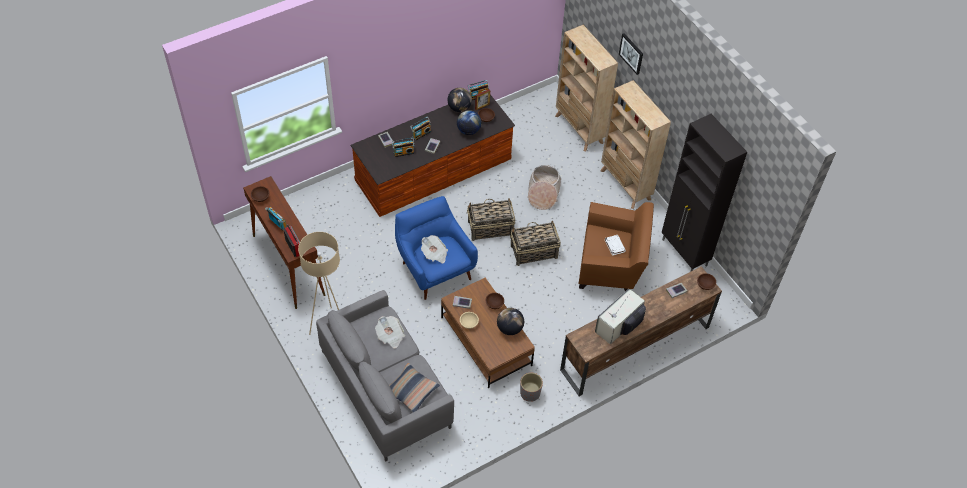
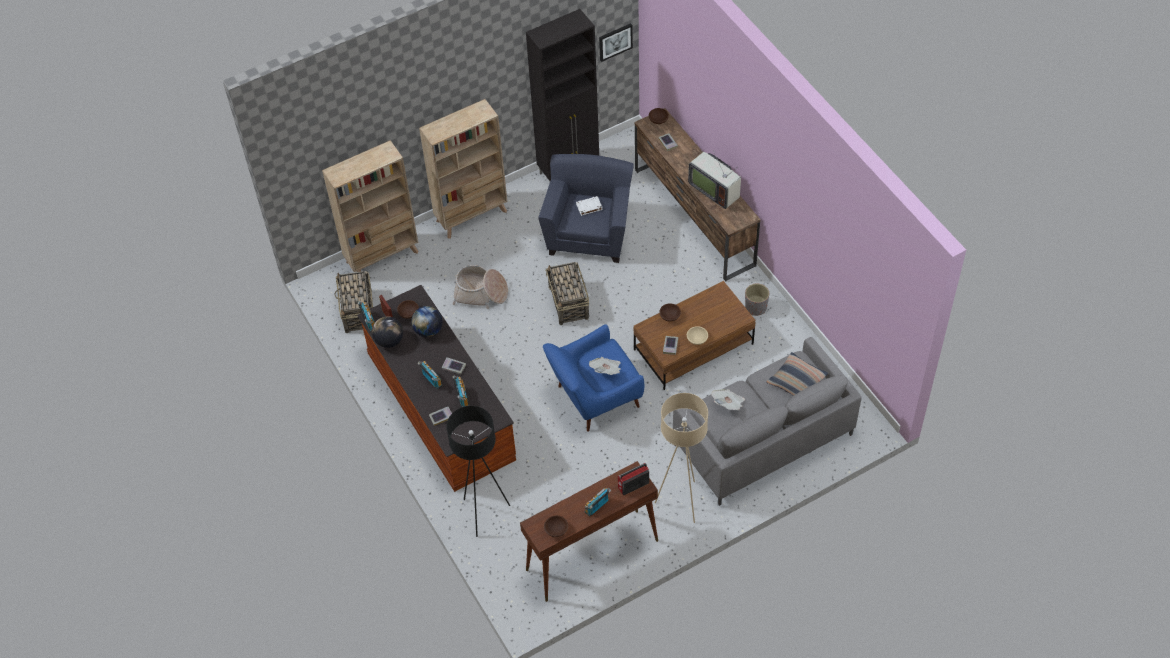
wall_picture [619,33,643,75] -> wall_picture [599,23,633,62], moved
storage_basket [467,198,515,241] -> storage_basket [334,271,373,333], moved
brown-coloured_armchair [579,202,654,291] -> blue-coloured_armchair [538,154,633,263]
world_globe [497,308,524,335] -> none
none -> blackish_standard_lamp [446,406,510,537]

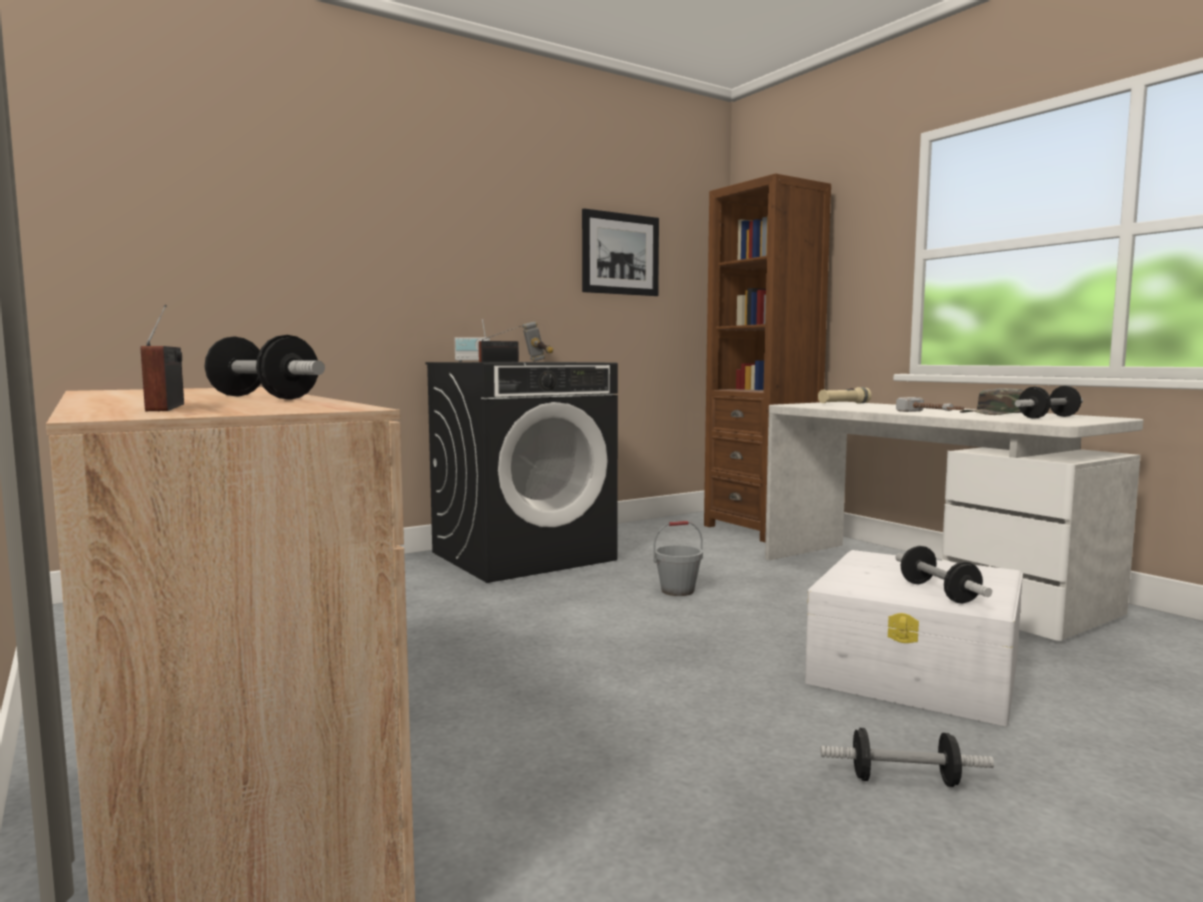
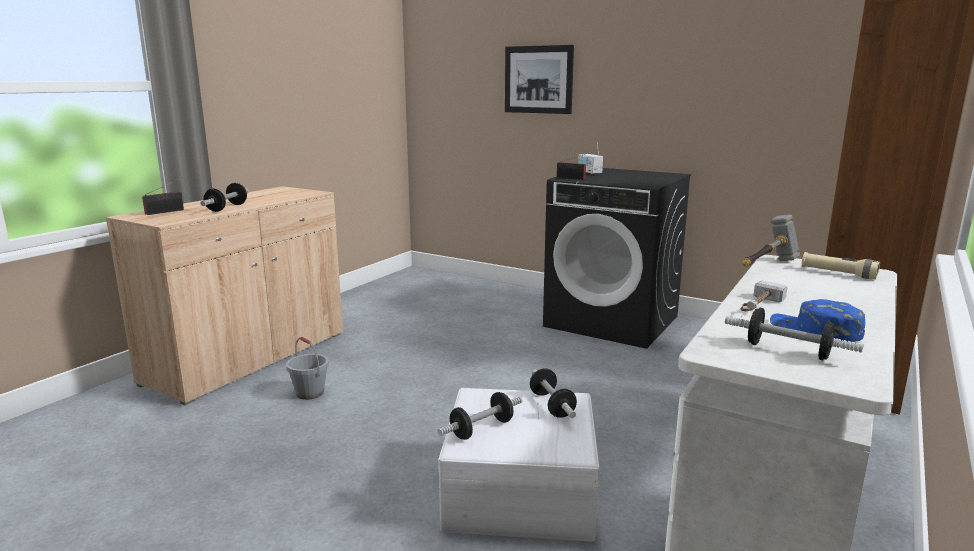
wall_picture [582,208,659,296] -> wall_picture [505,45,574,114], moved
hammer [522,321,553,362] -> hammer [742,215,800,266], moved
green-coloured_peaked_cap [960,388,1023,415] -> blue-coloured_peaked_cap [770,299,865,342]
grey_water_bucket [653,521,703,596] -> grey_water_bucket [286,337,329,400], moved
hand_weight [820,728,994,787] -> hand_weight [530,369,577,418], moved

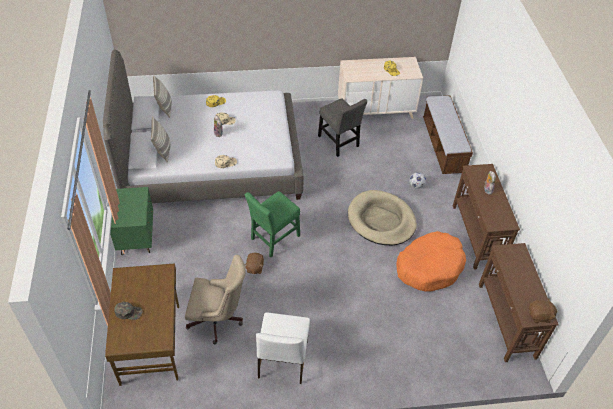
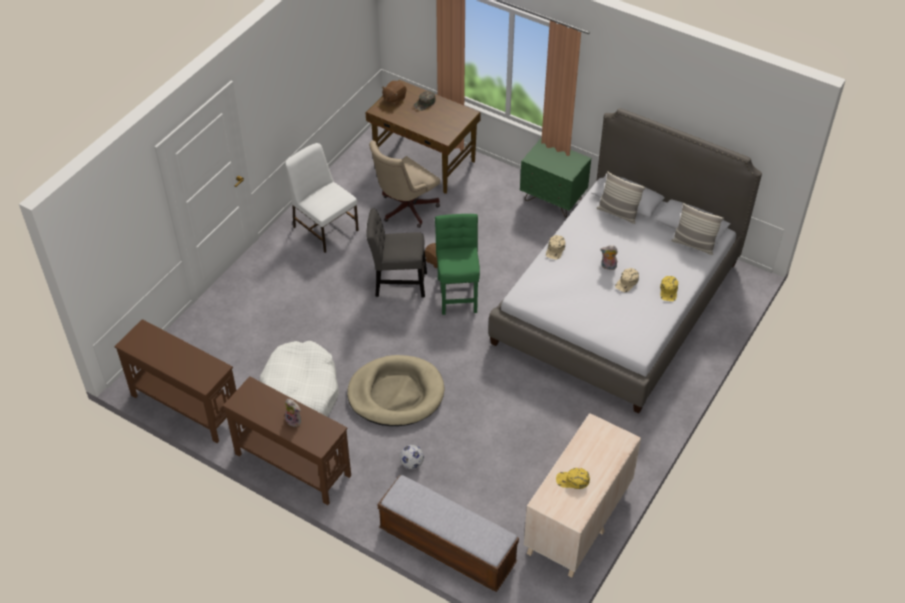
grey_upright_chair [318,98,367,157] -> grey_upright_chair [366,208,427,297], moved
orangey_dog_bed [396,231,466,291] -> whitish_dog_bed [260,341,339,417]
brown-coloured_soft_toy [529,299,558,323] -> brown-coloured_soft_toy [382,81,407,105], moved

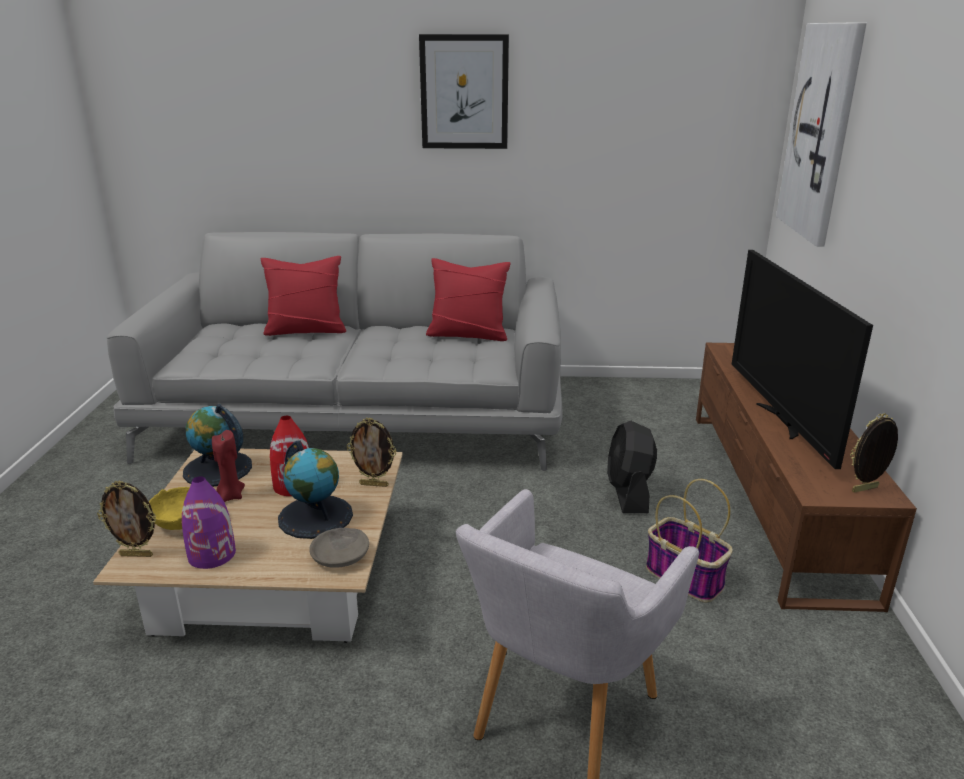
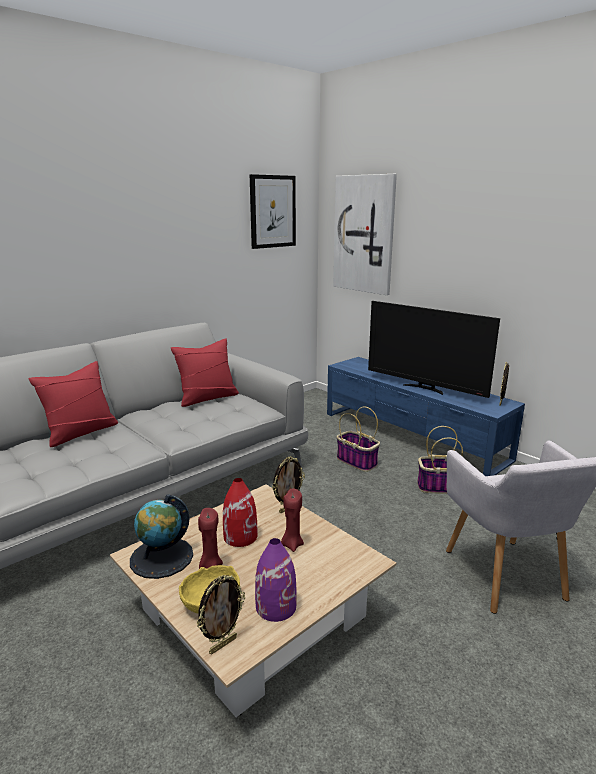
wall_picture [419,34,509,149] -> wall_picture [250,174,296,249], moved
brown-coloured_media_console [696,343,917,612] -> blue-coloured_media_console [327,357,525,476]
blackish_fan [607,421,657,513] -> storage_basket [337,406,380,472]
world_globe [278,440,353,539] -> red-coloured_candle [281,489,304,552]
grey_deep_dish [309,528,369,568] -> none

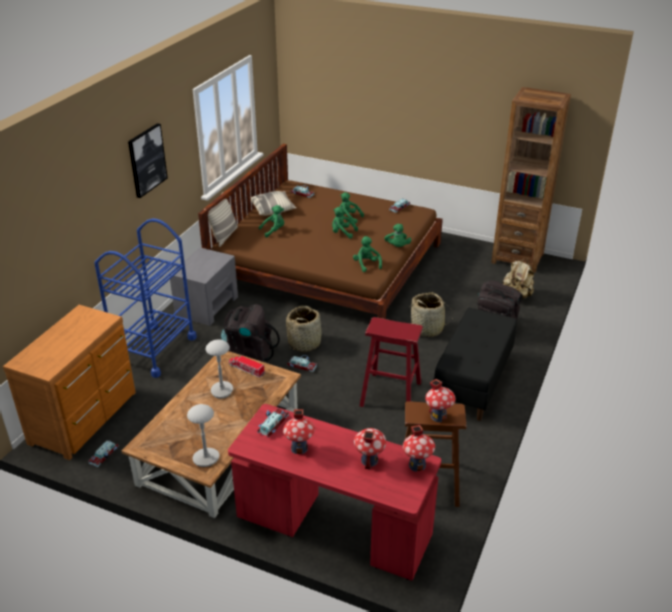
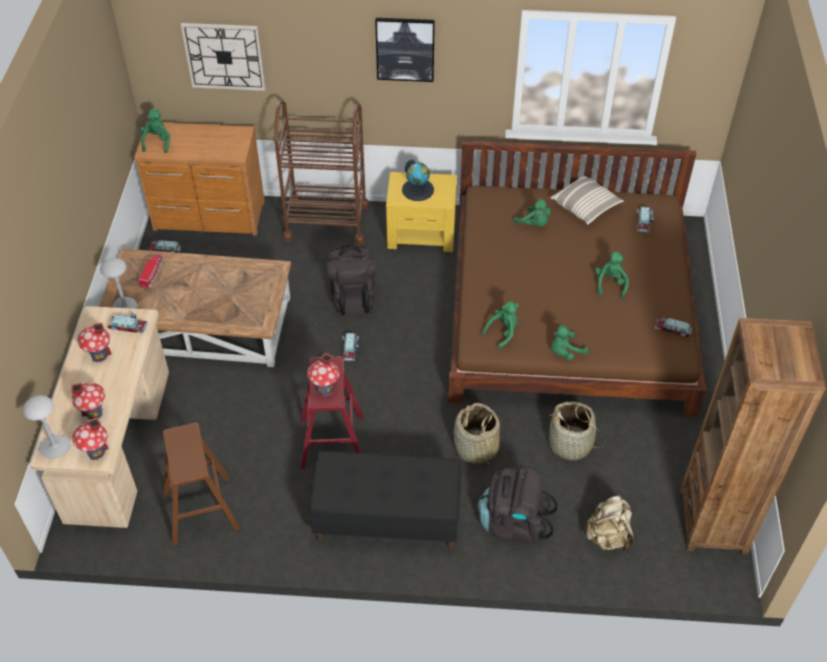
cushion [204,199,238,247] -> none
green-coloured_soft_toy [332,207,358,238] -> green-coloured_soft_toy [140,109,170,153], moved
blue-coloured_wheeled_cart [94,219,197,378] -> brown-coloured_wheeled_cart [274,100,369,245]
grey_bedside_table [170,247,238,326] -> yellowish_bedside_table [386,172,457,252]
storage_basket [286,306,322,352] -> storage_basket [545,402,605,460], moved
grey_table_lamp [205,339,233,399] -> grey_table_lamp [22,395,71,459], moved
model_truck [229,355,265,377] -> model_truck [138,255,163,289], moved
toy_house [425,379,456,422] -> toy_house [307,353,340,396], moved
red-coloured_desk_table [228,404,441,581] -> sand-coloured_desk_table [30,306,169,528]
none -> hanging_clock [181,23,266,91]
none -> world_globe [402,160,434,201]

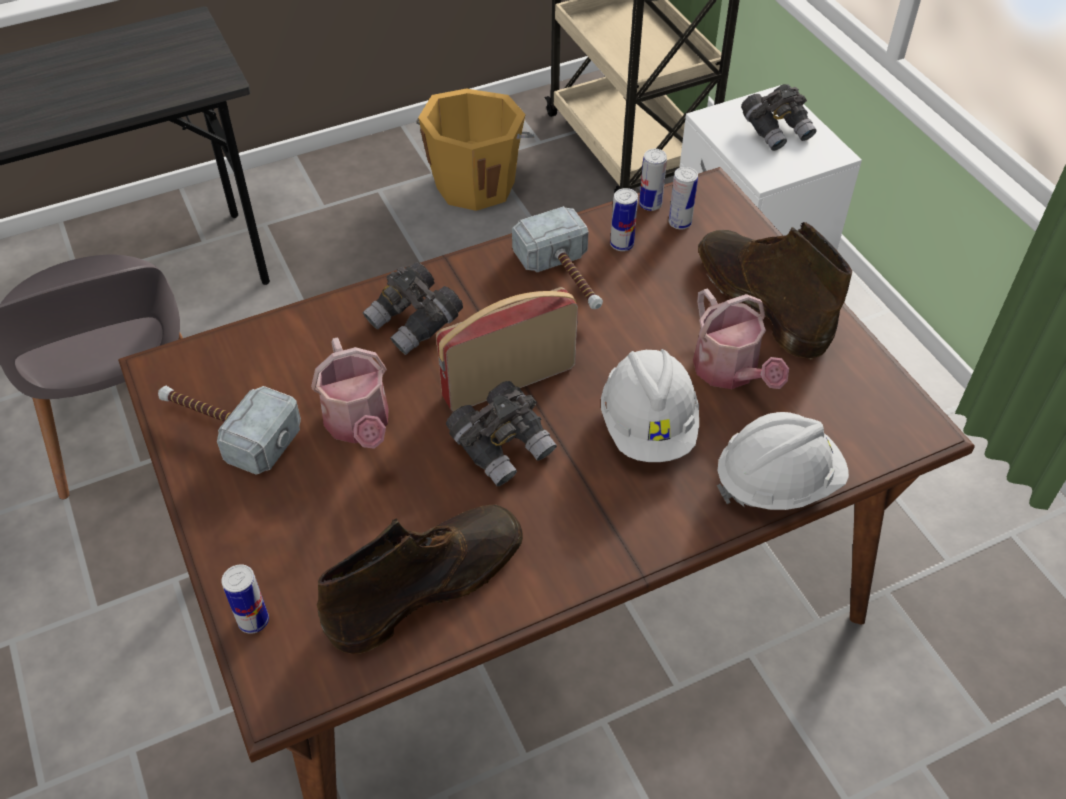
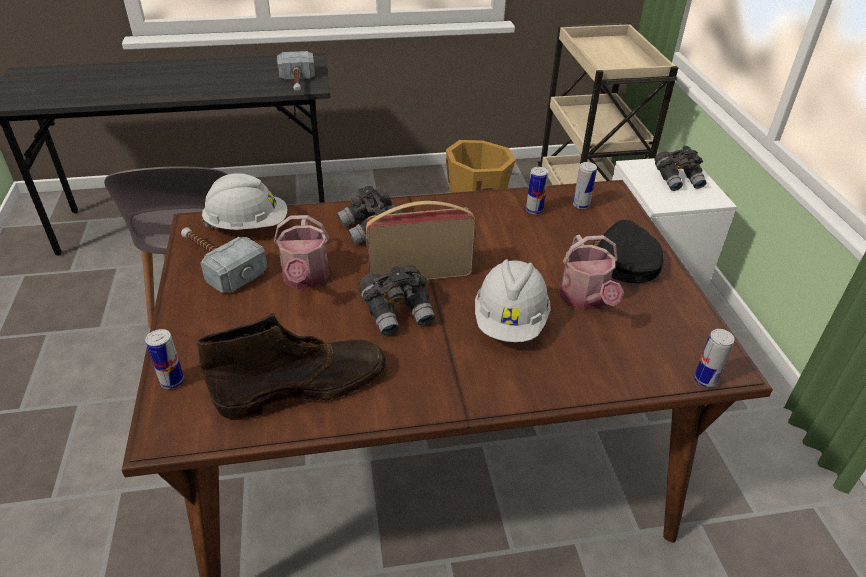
sealed_can [639,149,667,211] -> sealed_can [694,329,734,387], moved
hammer [512,206,603,309] -> hammer [277,51,315,91], moved
brown-coloured_tall_boot [698,222,852,360] -> blackish_peaked_cap [593,220,664,283]
whitish_hard_hat [717,412,849,510] -> whitish_hard_hat [202,173,287,230], moved

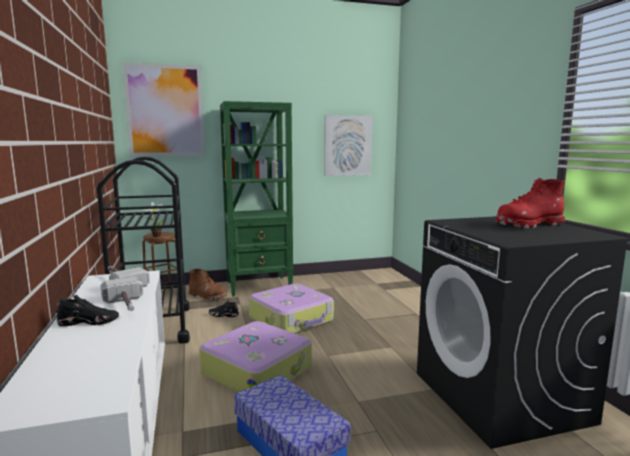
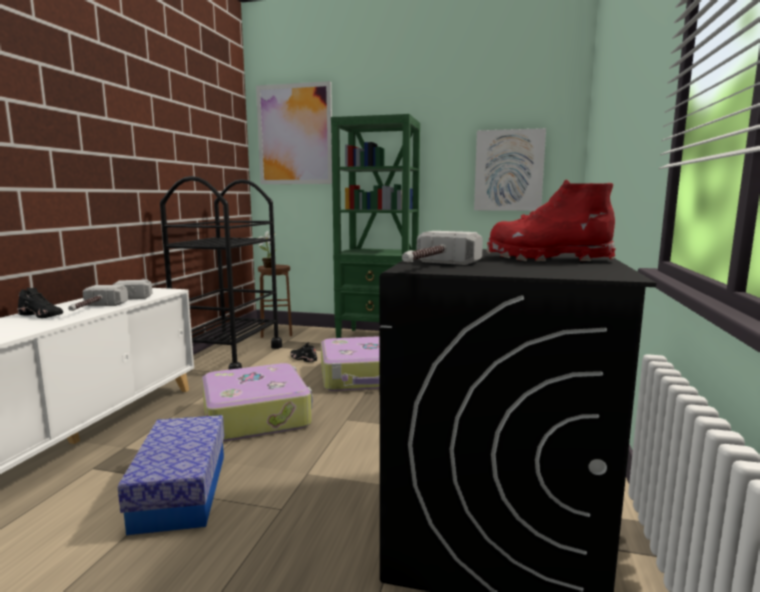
brown-coloured_tall_boot [188,269,227,301] -> none
none -> hammer [402,231,483,265]

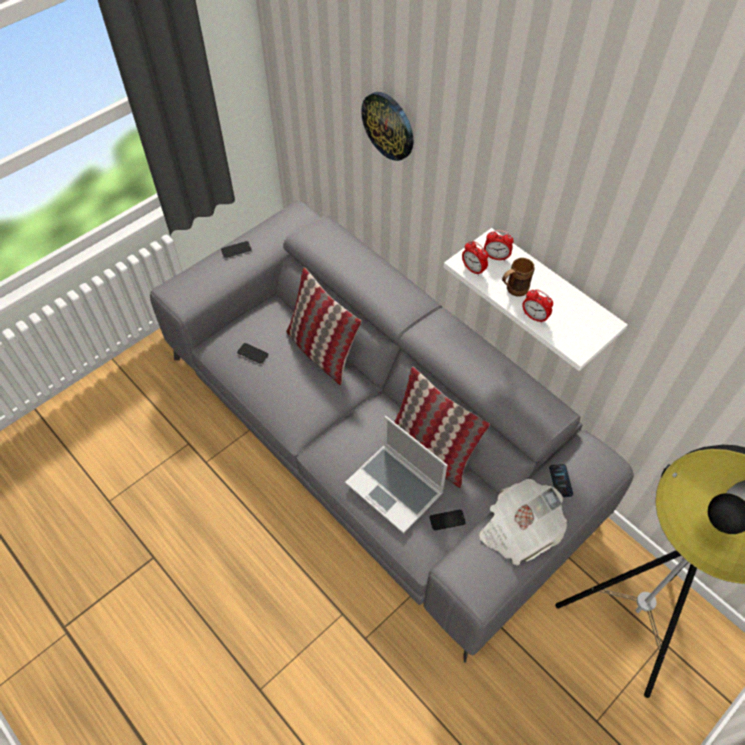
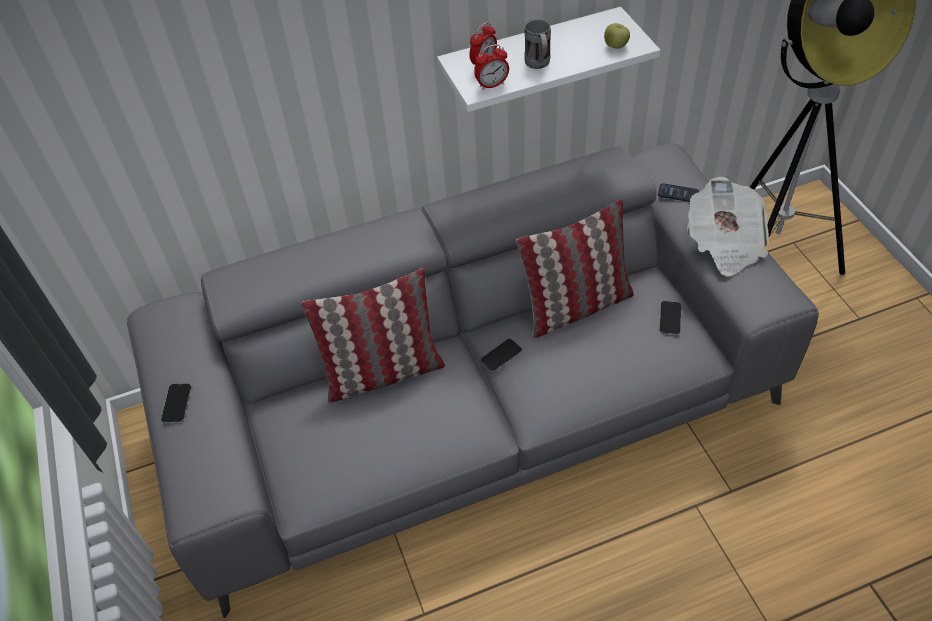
hanging_clock [361,92,413,161] -> none
brown-coloured_coffee_mug [502,258,535,297] -> grey_coffee_mug [525,19,551,69]
alarm_clock [522,289,553,324] -> none
phone [237,343,269,364] -> phone [480,339,522,372], moved
notebook_computer [345,416,448,534] -> none
none -> whole_apple [604,23,630,49]

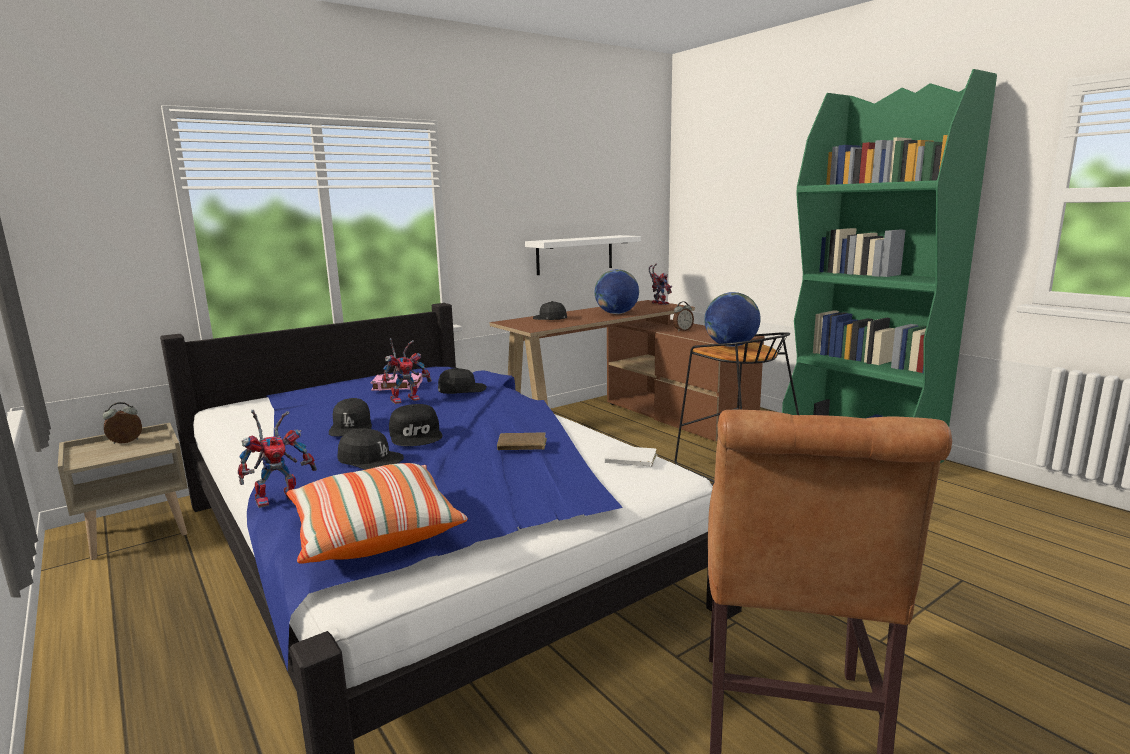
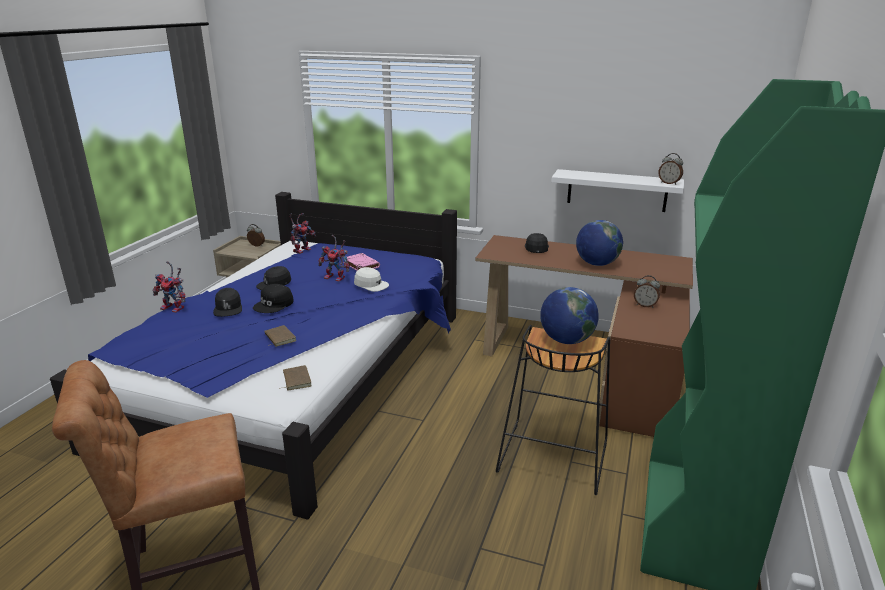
model_robot [649,264,672,305] -> model_robot [290,213,316,254], moved
blackish_peaked_cap [438,368,487,394] -> whitish_peaked_cap [354,267,389,292]
whitish_bound_book [604,445,658,467] -> brown-coloured_bound_book [279,365,312,391]
cushion [287,463,468,564] -> none
none -> alarm_clock [659,153,683,185]

